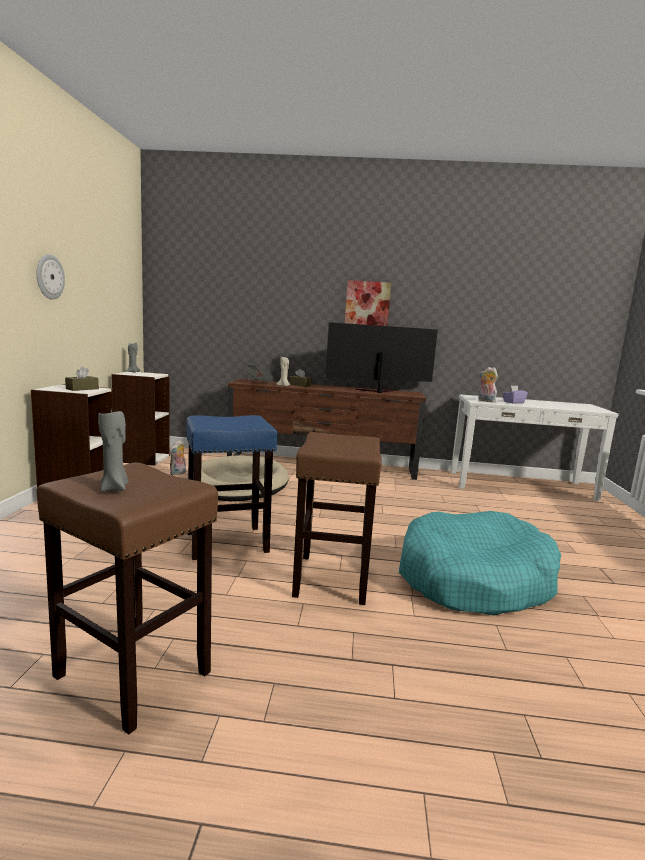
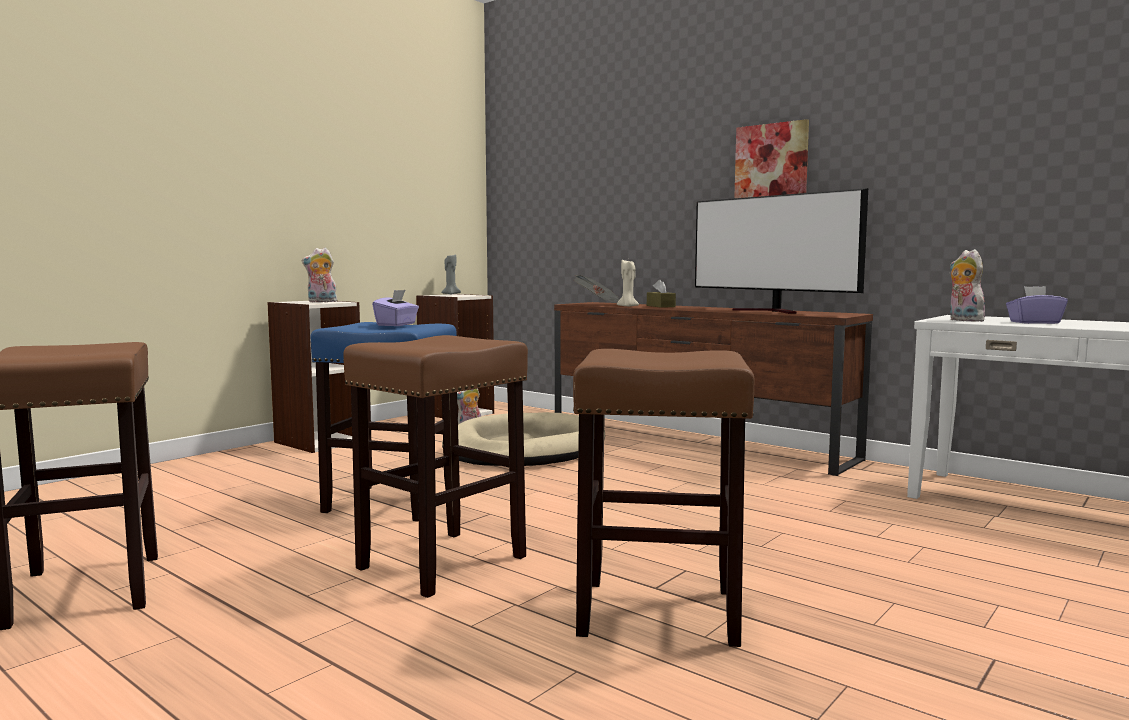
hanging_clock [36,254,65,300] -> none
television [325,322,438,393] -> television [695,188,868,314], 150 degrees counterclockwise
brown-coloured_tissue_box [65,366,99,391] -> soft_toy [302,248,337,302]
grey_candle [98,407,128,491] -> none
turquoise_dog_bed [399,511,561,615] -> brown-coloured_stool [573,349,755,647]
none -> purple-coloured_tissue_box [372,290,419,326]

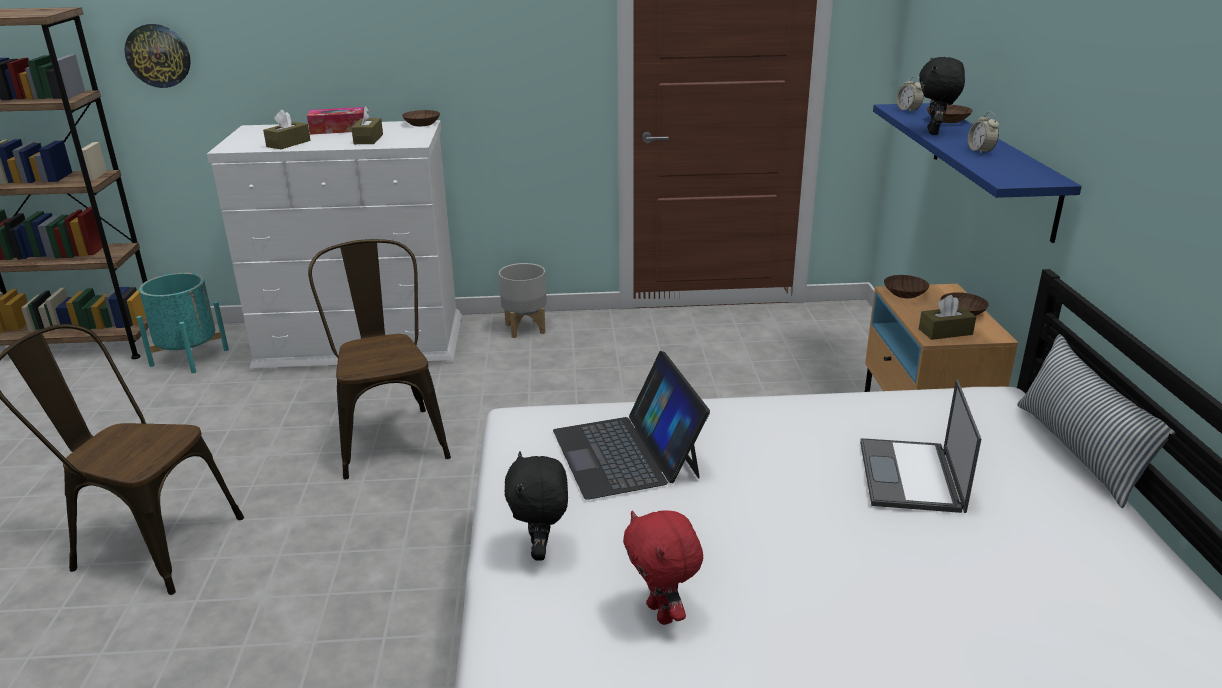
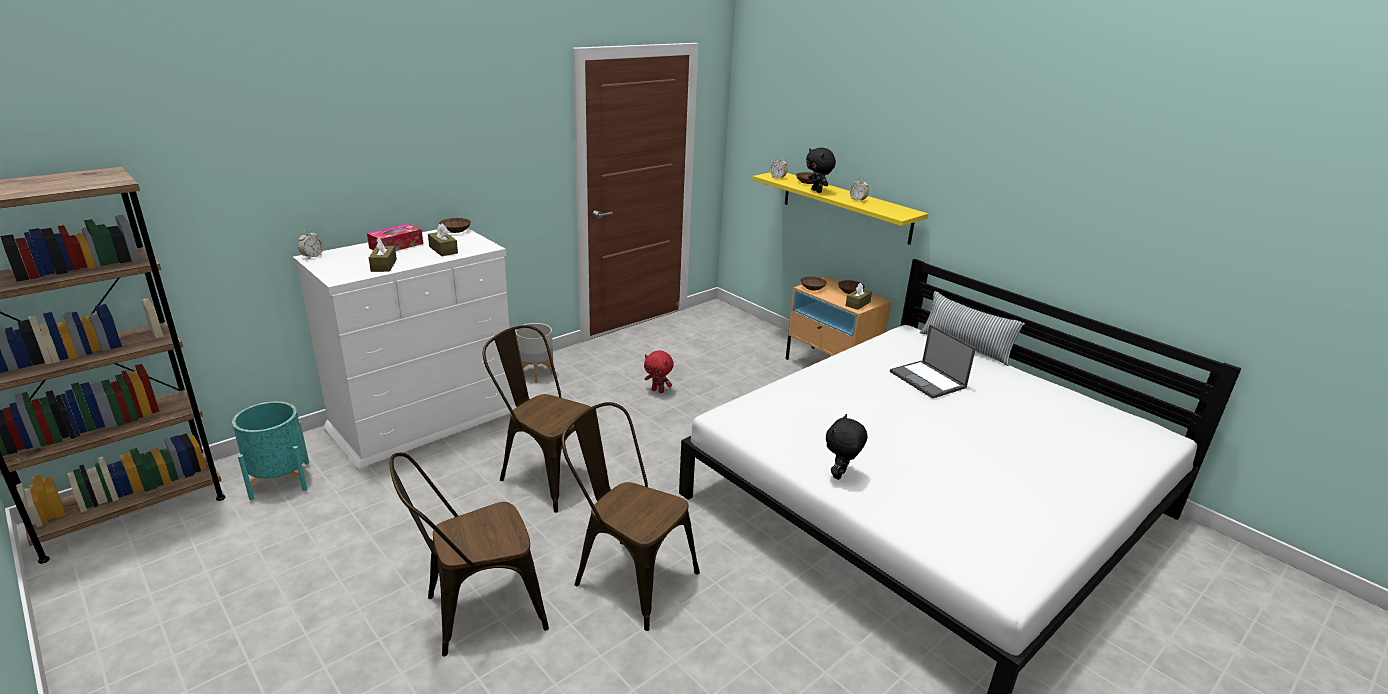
hanging_clock [124,24,191,88] -> none
blue-coloured_bracket_shelf [873,103,1082,243] -> yellowish_bracket_shelf [753,172,928,245]
notebook_computer [553,351,710,500] -> none
blackish_soft_toy [504,451,568,561] -> blackish_soft_toy [826,414,868,480], 75 degrees clockwise
red-coloured_soft_toy [623,510,703,625] -> red-coloured_soft_toy [644,350,674,393], moved
none -> alarm_clock [298,229,323,259]
none -> brown-coloured_upright_chair [561,402,700,631]

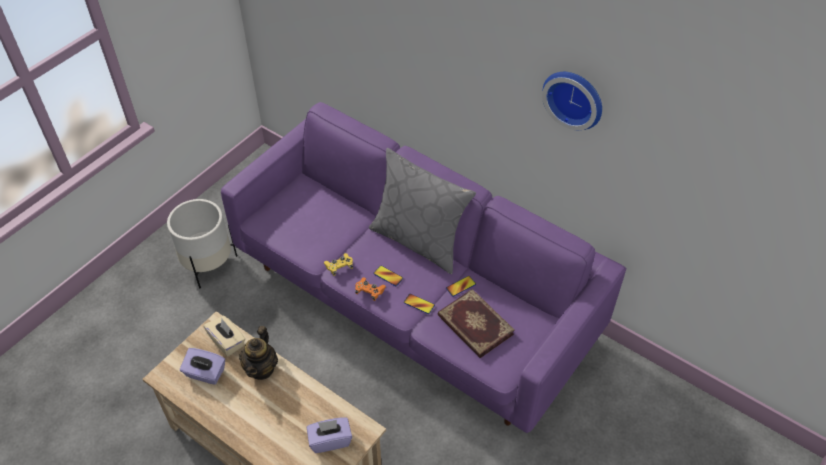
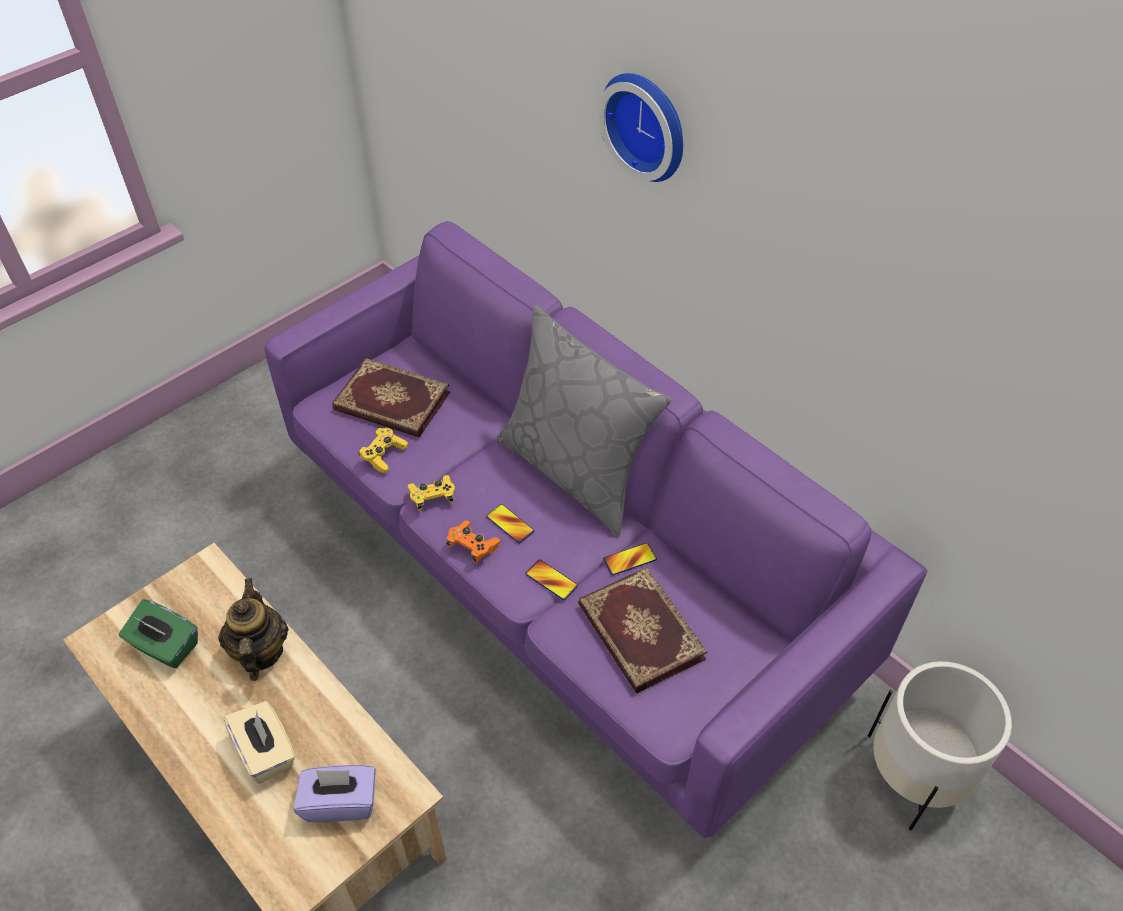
hanging_clock [542,72,602,130] -> hanging_clock [598,73,683,182], moved
whitish_plant_pot [167,199,237,288] -> whitish_plant_pot [868,661,1012,830], moved
sand-coloured_tissue_box [204,316,245,356] -> sand-coloured_tissue_box [224,701,295,784], moved
teapot [239,326,278,380] -> teapot [218,578,288,681], 150 degrees clockwise
purple-coloured_tissue_box [180,348,225,385] -> green-coloured_tissue_box [119,599,198,669]
none -> bound_book [333,358,450,437]
none -> yellowish_game_controller [358,428,408,473]

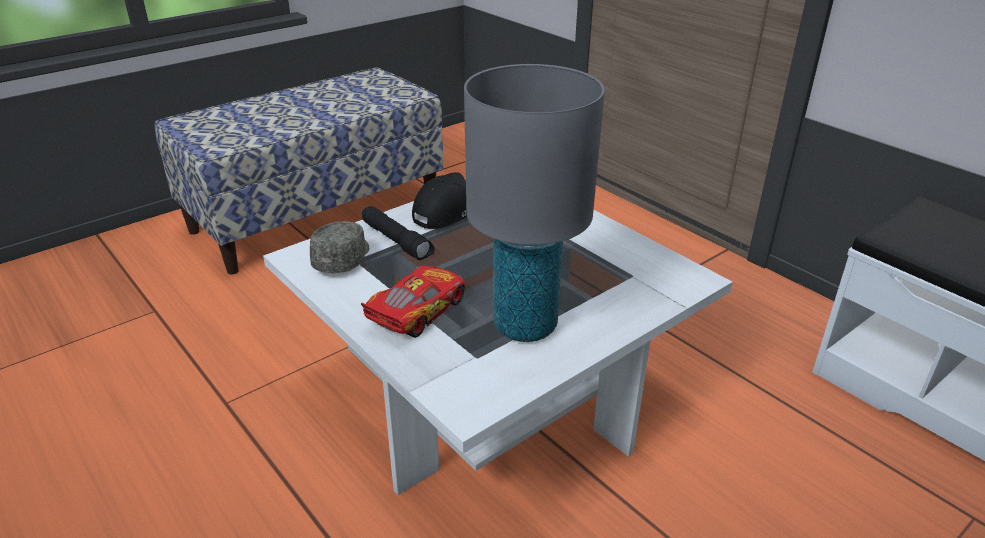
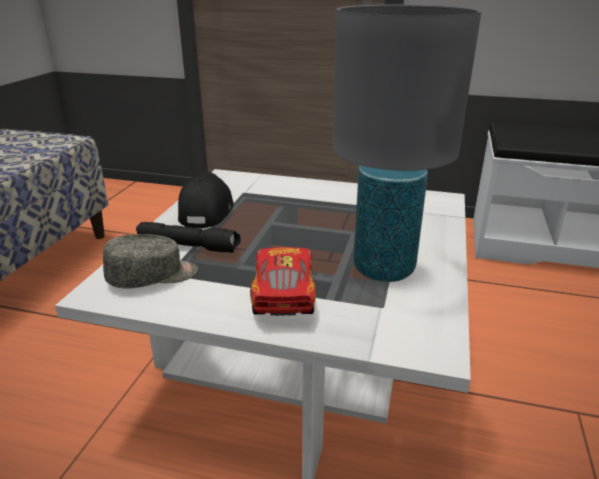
grey_peaked_cap [310,221,369,273] -> grey_peaked_cap [103,234,198,289], 90 degrees clockwise

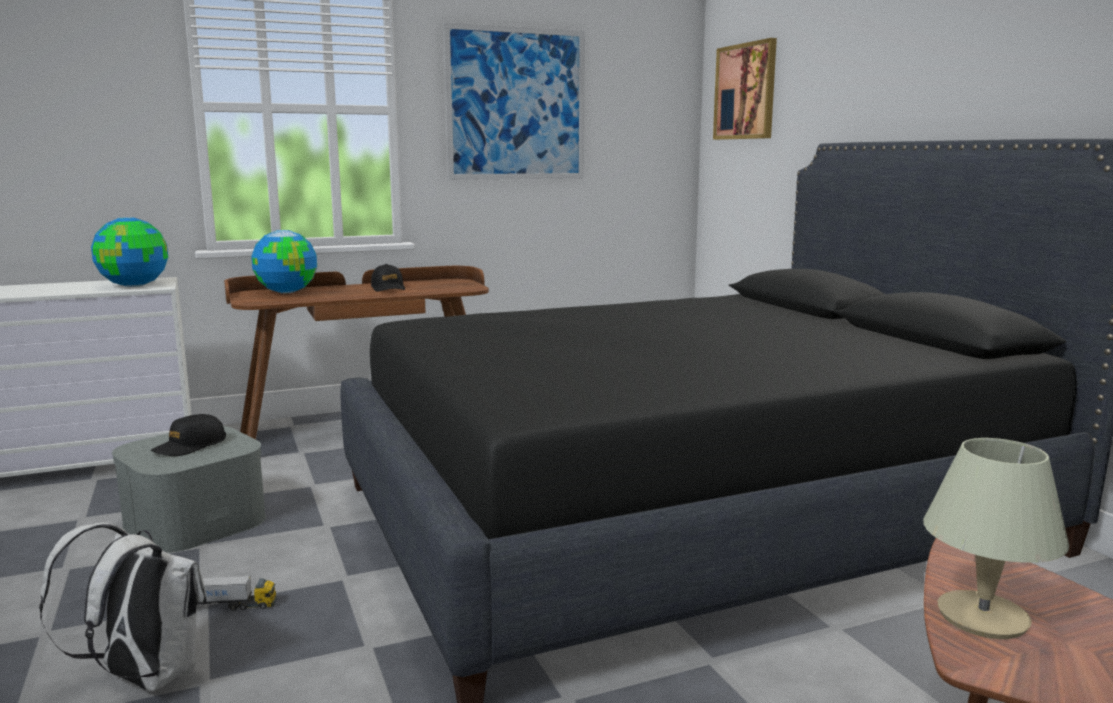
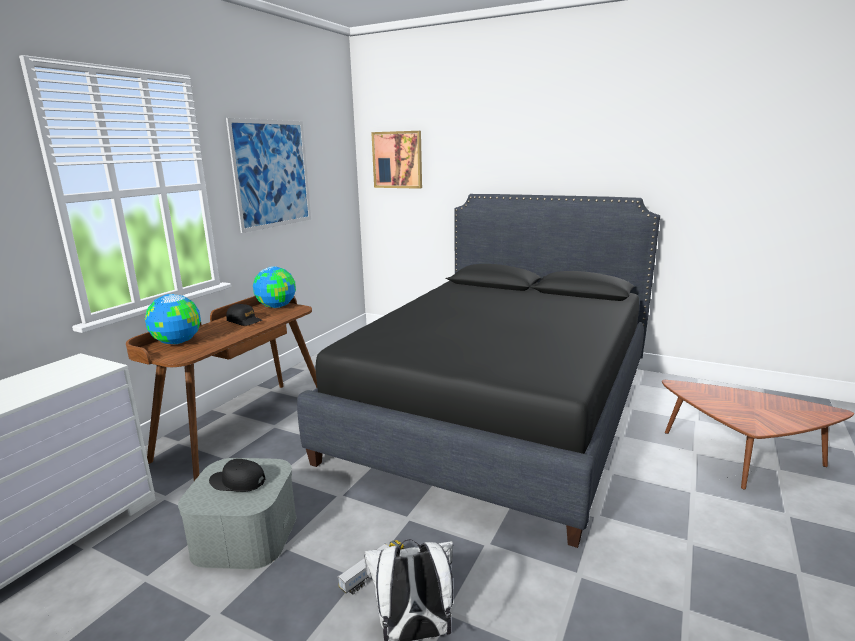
world_globe [91,217,168,287] -> world_globe [253,266,296,308], moved
blackish_peaked_cap [151,414,226,456] -> blackish_peaked_cap [209,459,265,492], 105 degrees clockwise
sand-coloured_table_lamp [923,438,1069,639] -> none

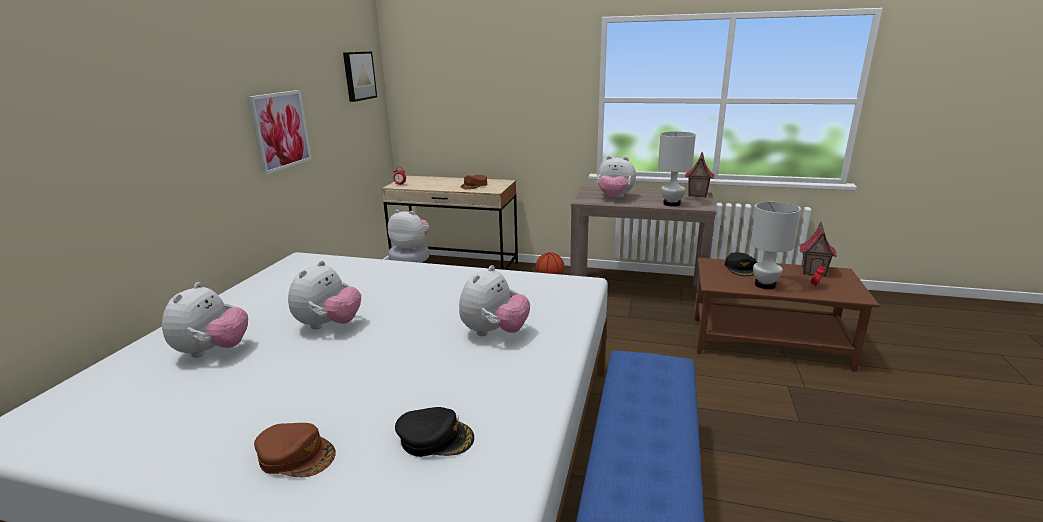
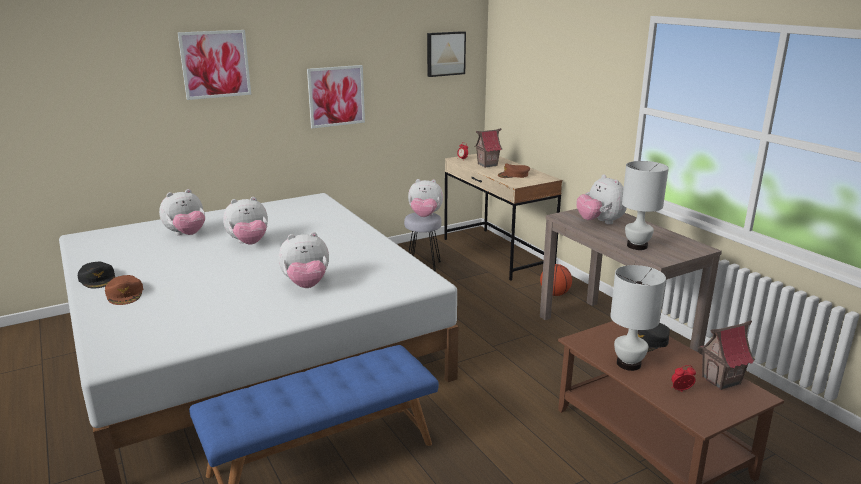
toy_house [685,152,714,198] -> toy_house [474,128,502,168], moved
soft_toy [388,210,429,251] -> soft_toy [408,179,443,217], 120 degrees clockwise
blackish_peaked_cap [395,407,474,457] -> blackish_peaked_cap [78,262,115,288], moved
none -> wall_picture [177,30,251,100]

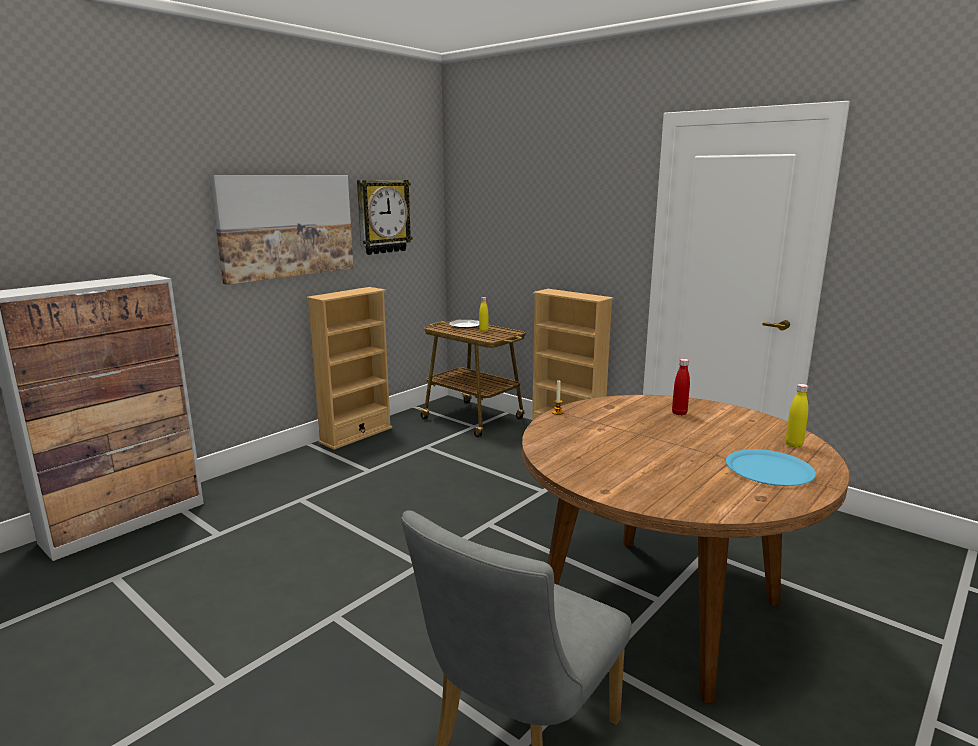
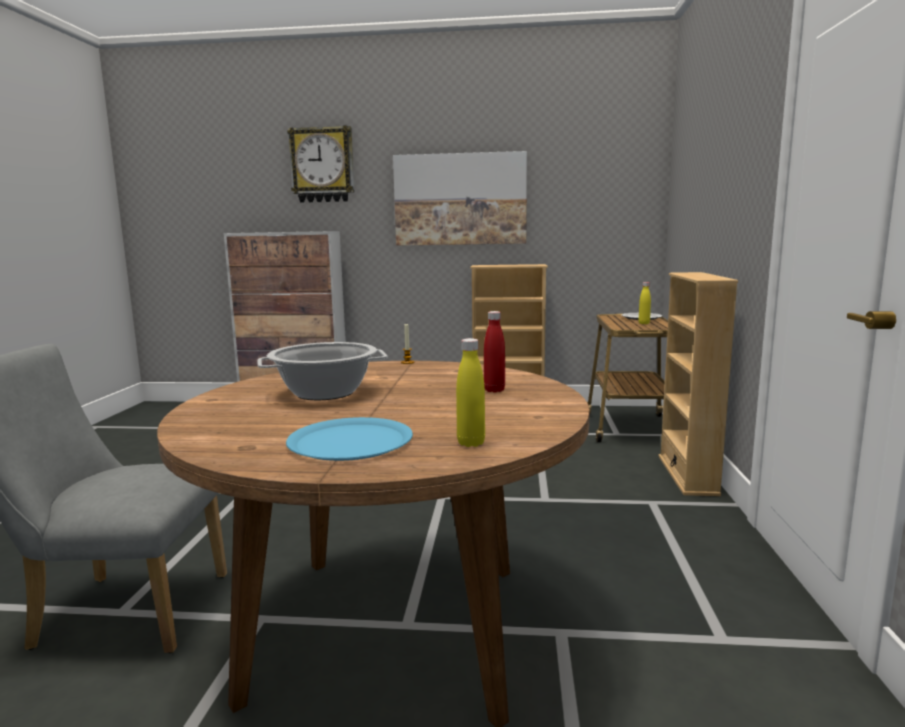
hanging_clock [357,180,413,255] -> hanging_clock [287,125,355,203], moved
none -> cooking_pot [258,342,388,400]

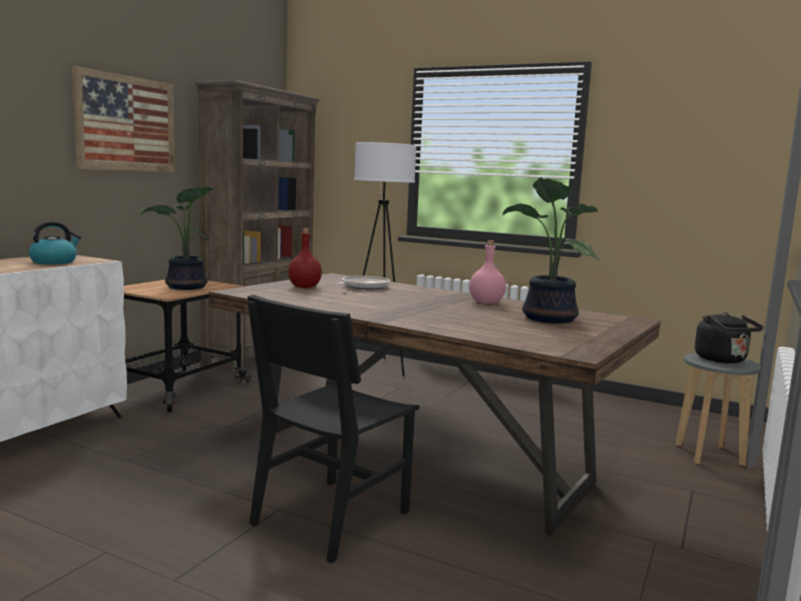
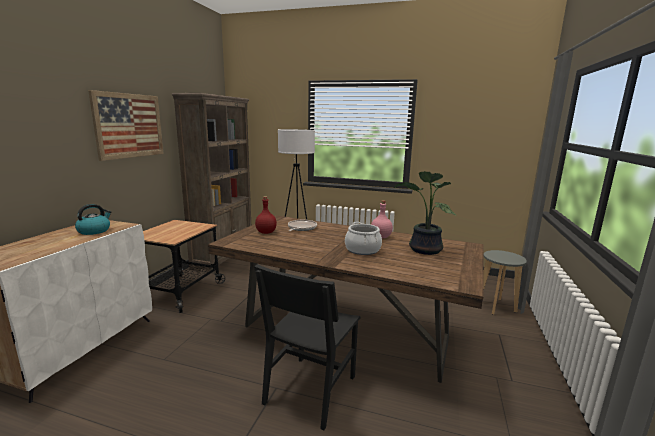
houseplant [139,187,215,290] -> none
blackish_water_kettle [695,312,763,363] -> none
none -> cooking_pot [345,222,382,255]

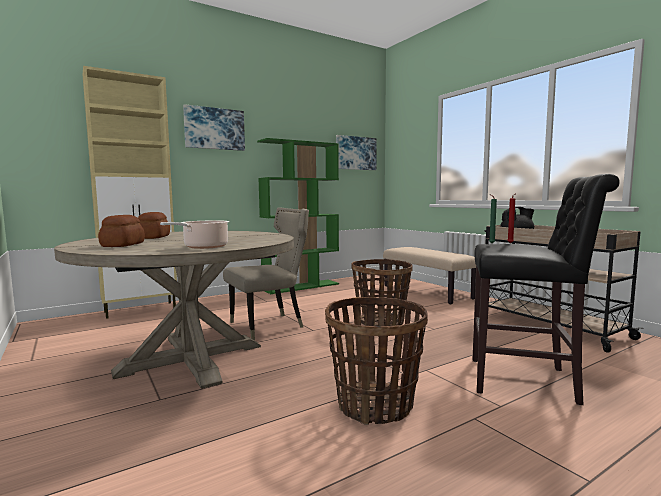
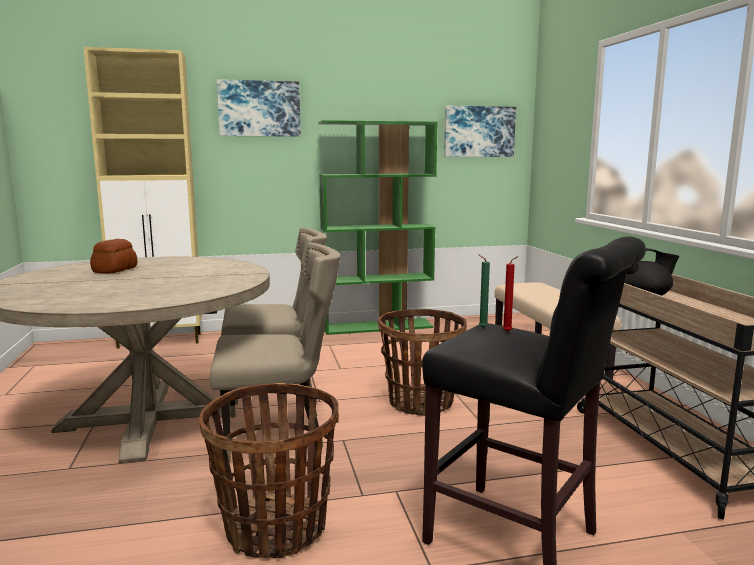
bakery_bread [98,215,145,247] -> none
cooking_pot [160,220,230,249] -> none
none -> sand-coloured_upright_chair [210,243,341,462]

